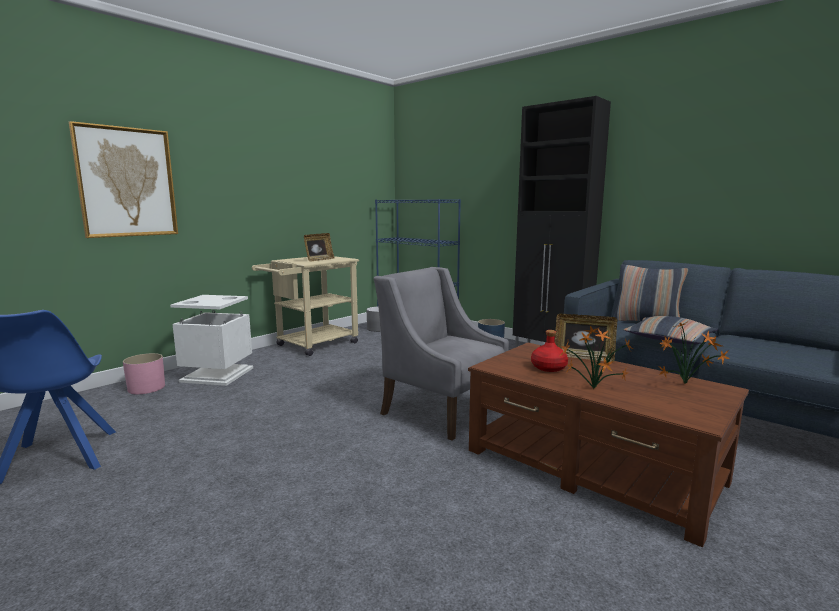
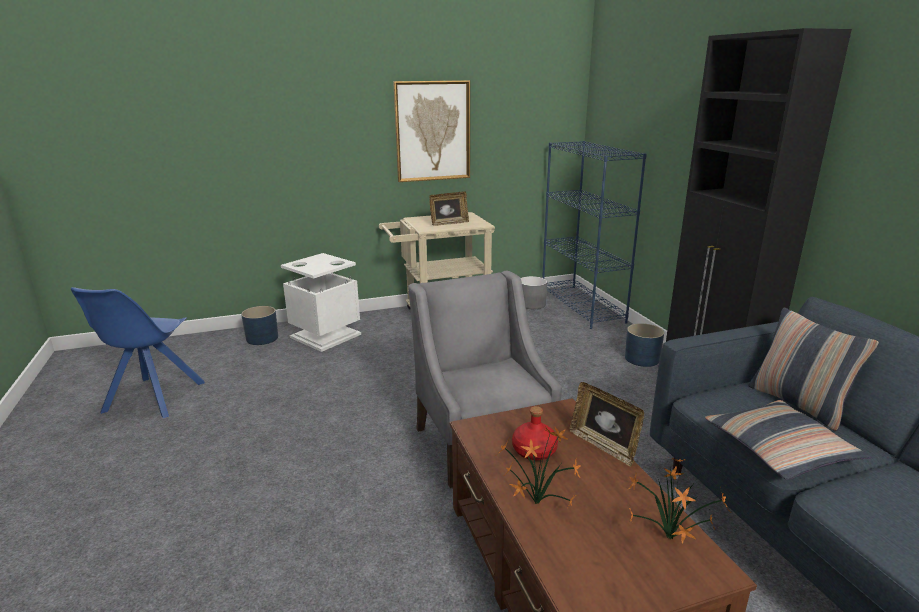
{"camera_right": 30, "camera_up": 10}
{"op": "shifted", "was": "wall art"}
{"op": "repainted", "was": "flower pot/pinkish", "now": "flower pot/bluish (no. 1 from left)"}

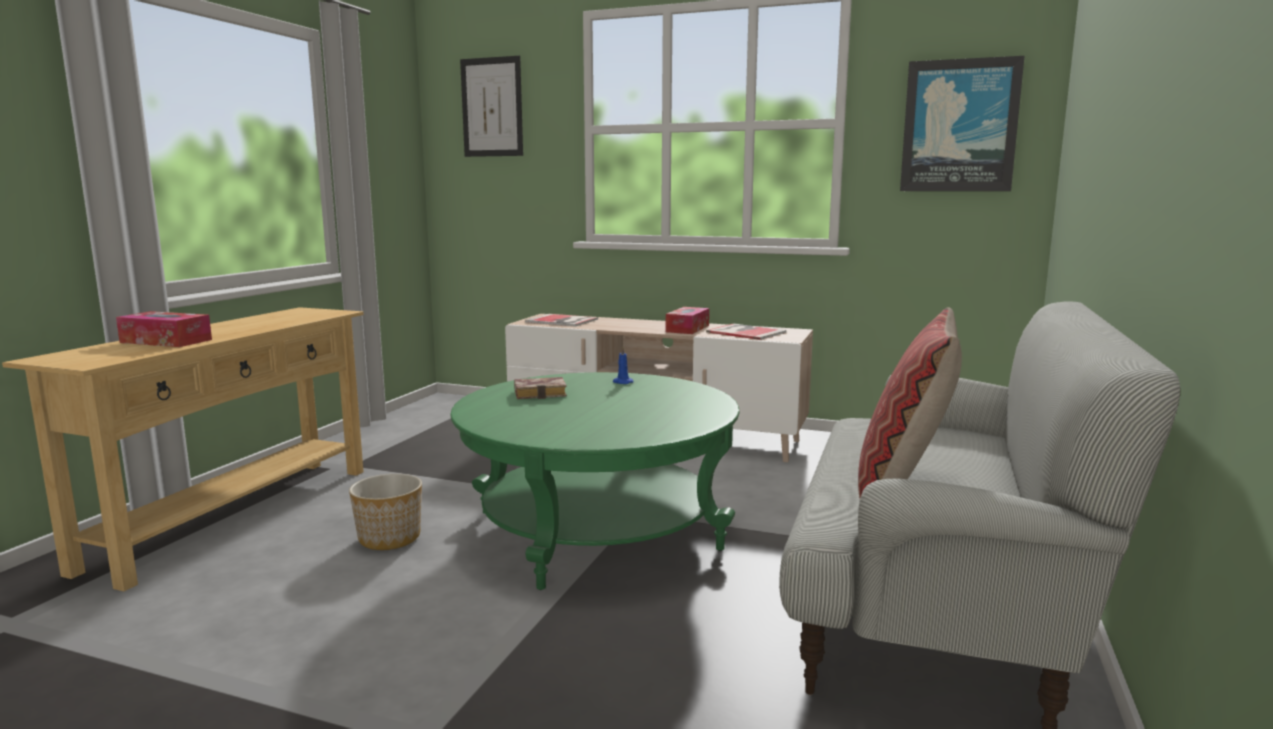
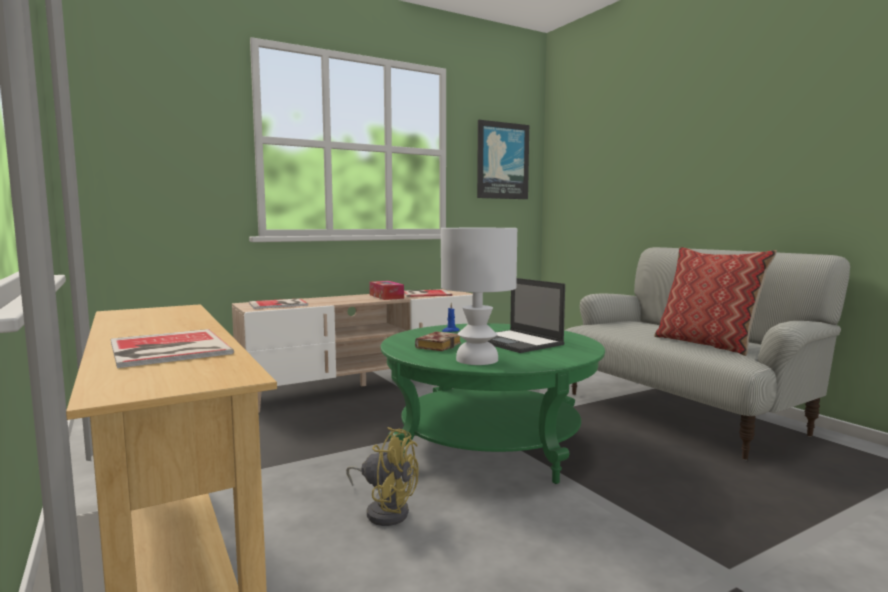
{"camera_right": -50, "camera_up": -5}
{"op": "gone", "was": "wall art (no. 1 from left)"}
{"op": "new", "now": "tabletop lamp/white-coloured"}
{"op": "new", "now": "notebook computer"}
{"op": "swapped", "was": "tissue box (no. 1 from left)", "now": "book (no. 1 from left)"}
{"op": "swapped", "was": "flower pot", "now": "fan/yellow"}

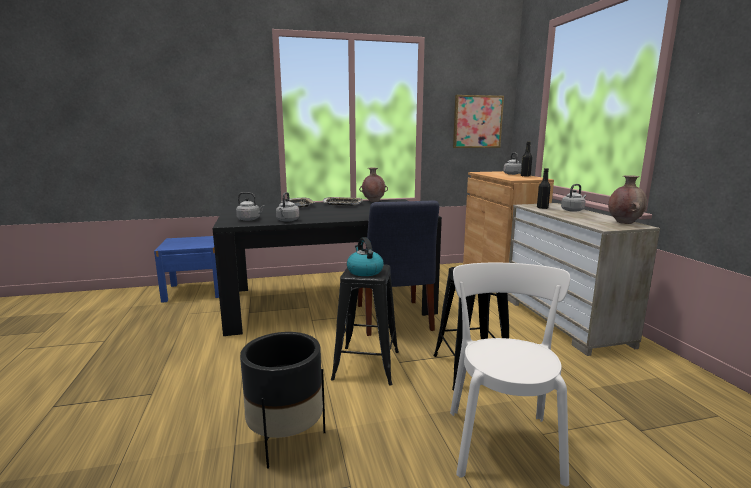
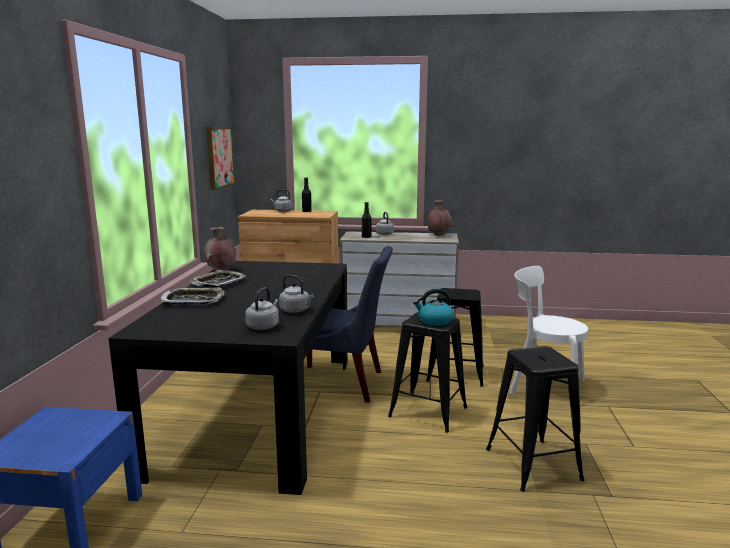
{"camera_right": -70, "camera_up": 0}
{"op": "swapped", "was": "flower pot/blackish", "now": "stool/blackish (no. 3 from left)"}

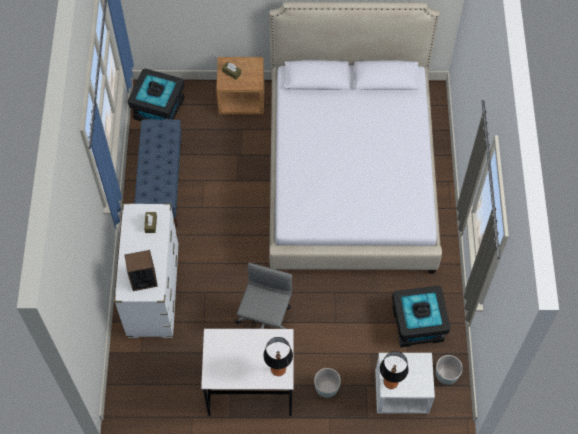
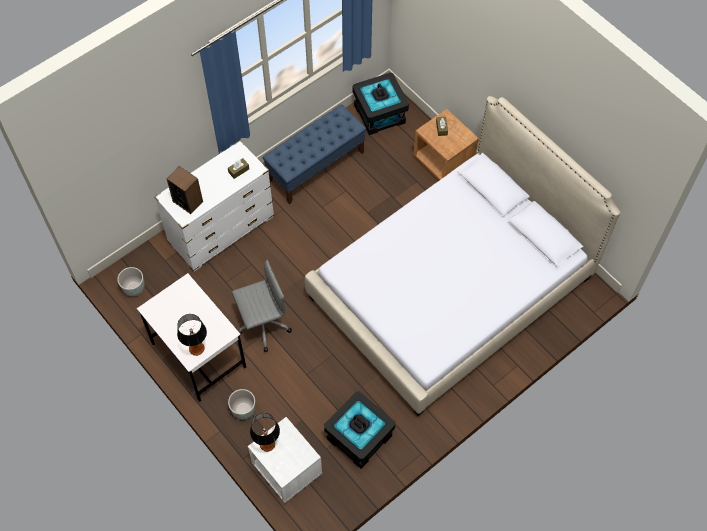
{"camera_right": 50, "camera_up": 0}
{"op": "shifted", "was": "flower pot/gray (no. 2 from left in the first image)", "now": "flower pot/gray (no. 1 from left)"}

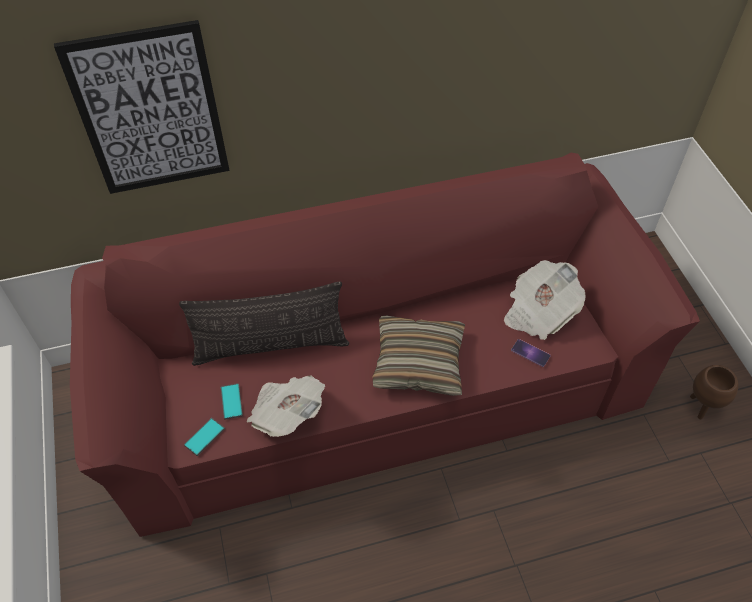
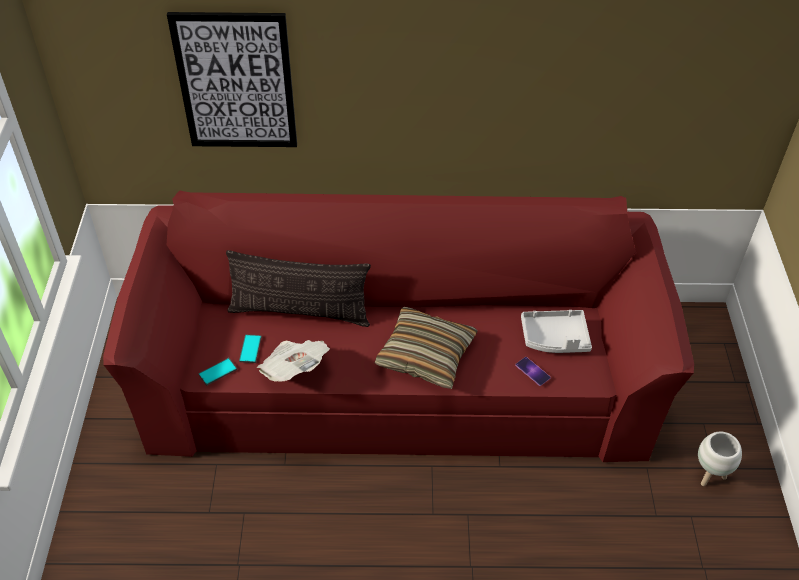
{"camera_right": 15, "camera_up": -5}
{"op": "swapped", "was": "printed paper (no. 2 from left)", "now": "tray/gray"}
{"op": "repainted", "was": "flower pot/brown", "now": "flower pot/white-coloured"}

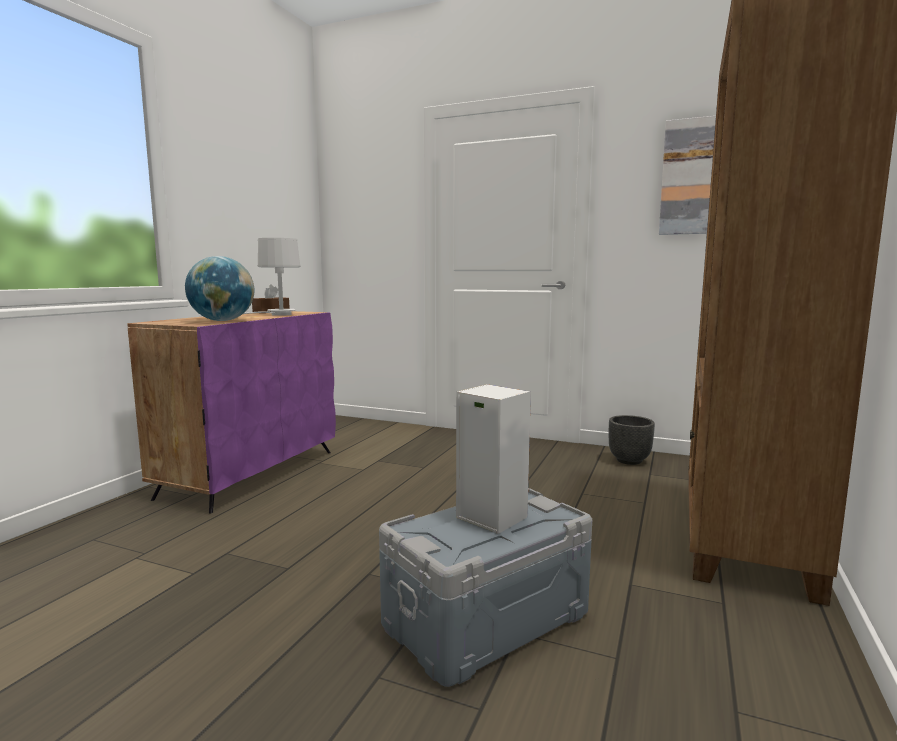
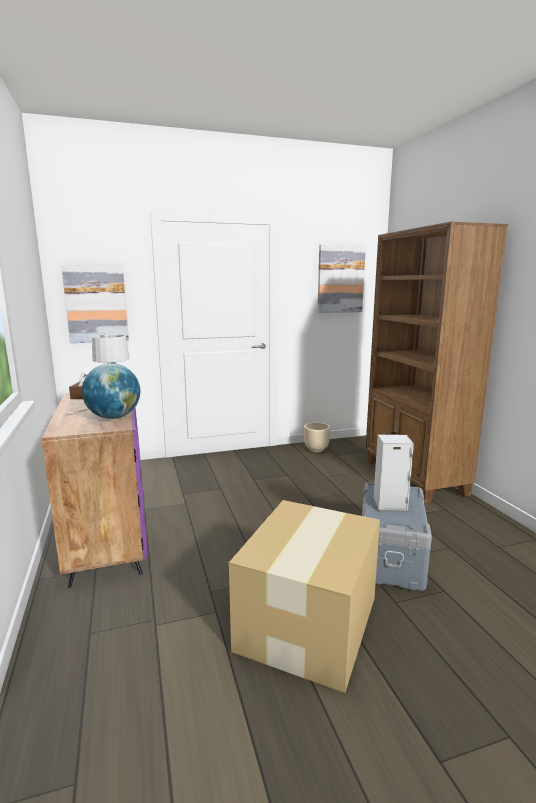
{"camera_right": -40, "camera_up": 5}
{"op": "new", "now": "wall art (no. 1 from left)"}
{"op": "new", "now": "cardboard box"}
{"op": "repainted", "was": "flower pot/blackish", "now": "flower pot/beige"}

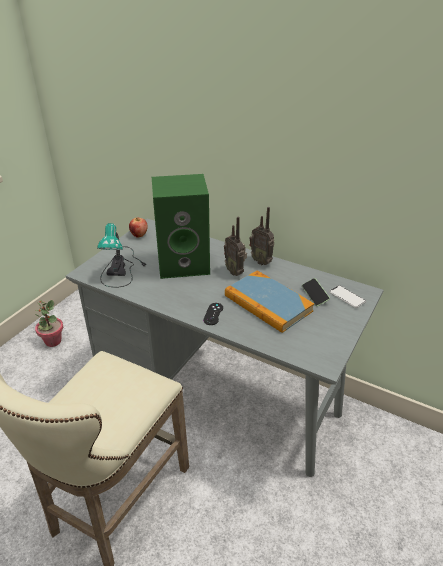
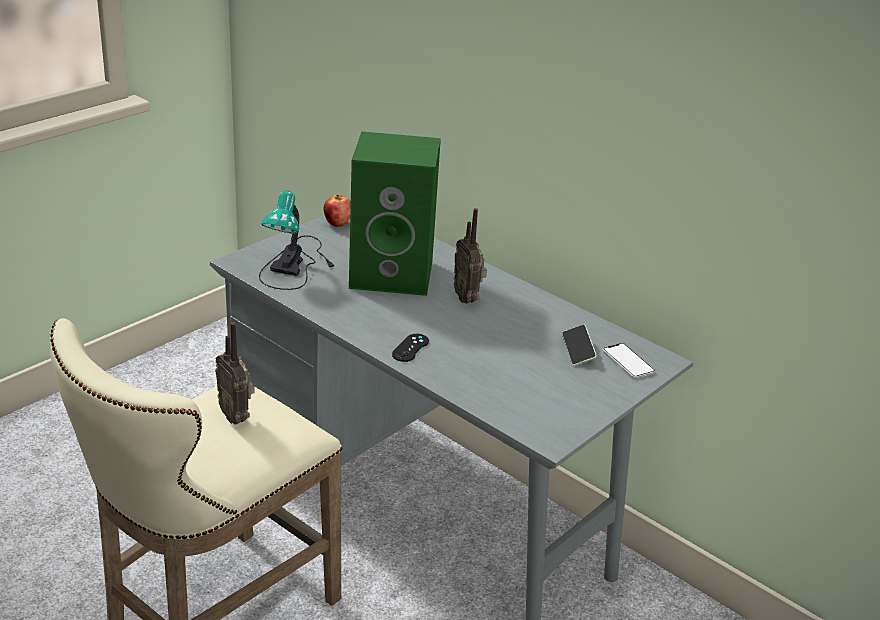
{"camera_right": 10, "camera_up": -5}
{"op": "gone", "was": "plant in a pot"}
{"op": "gone", "was": "book"}
{"op": "shifted", "was": "radio set (no. 2 from left in the first image)", "now": "radio set (no. 1 from left)"}

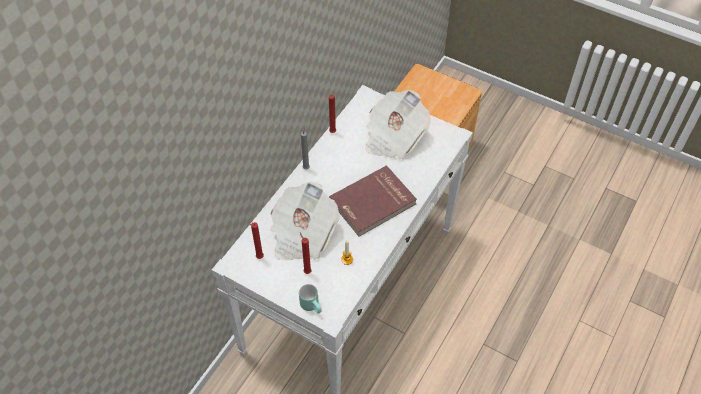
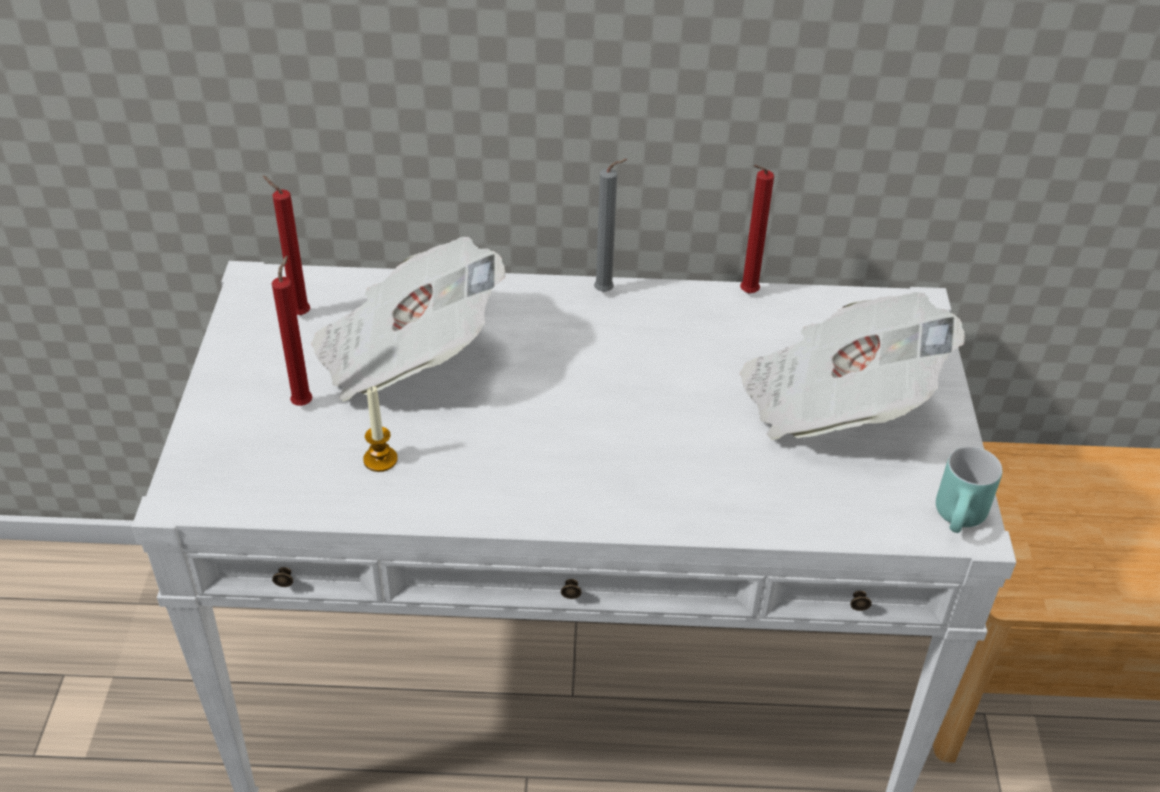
{"camera_right": 60, "camera_up": -10}
{"op": "gone", "was": "book/reddish"}
{"op": "shifted", "was": "coffee mug/turquoise"}

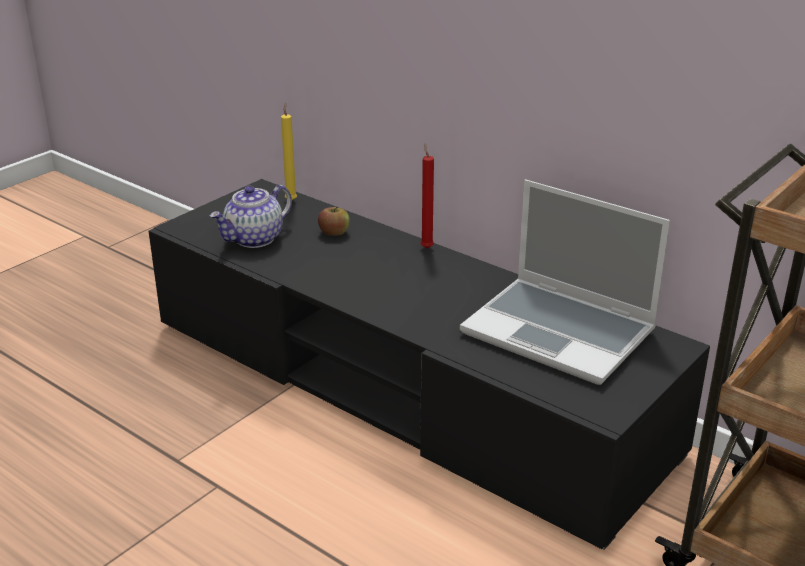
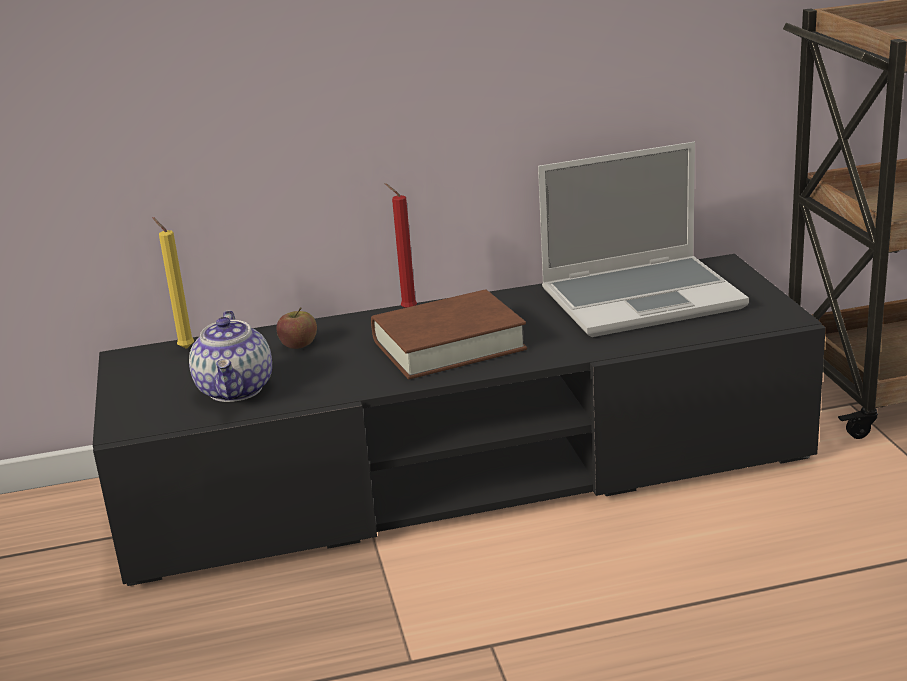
{"camera_right": -50, "camera_up": -5}
{"op": "new", "now": "book/brown"}

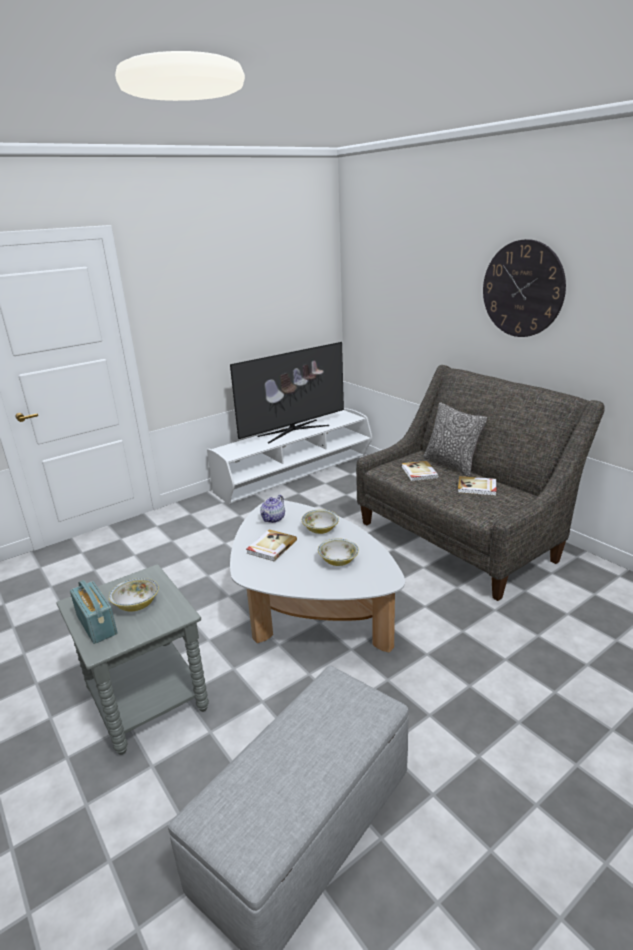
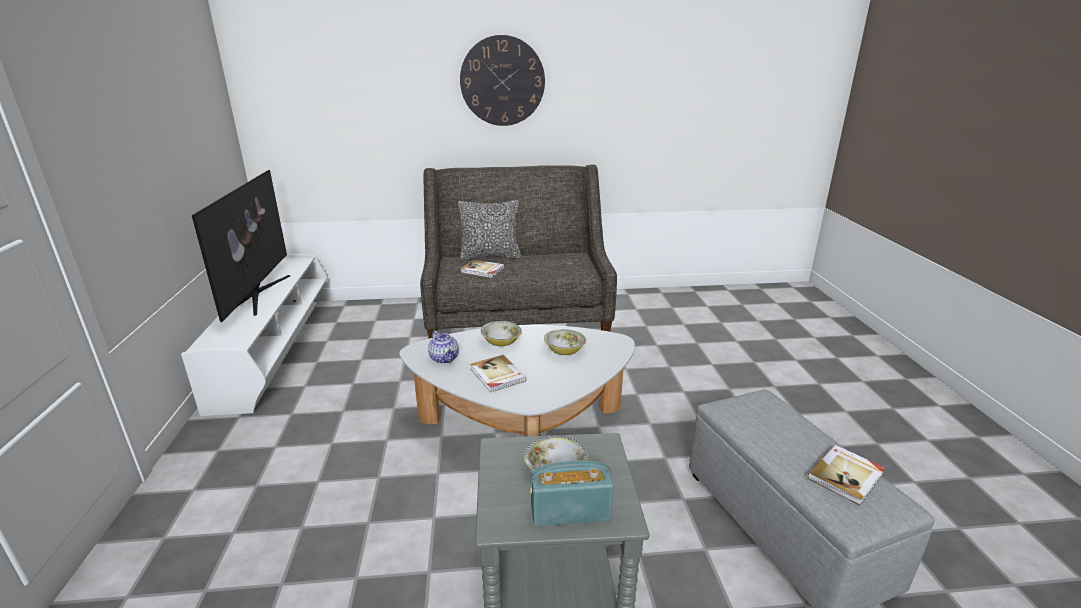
{"camera_right": -60, "camera_up": 0}
{"op": "shifted", "was": "book (no. 3 from left)"}

